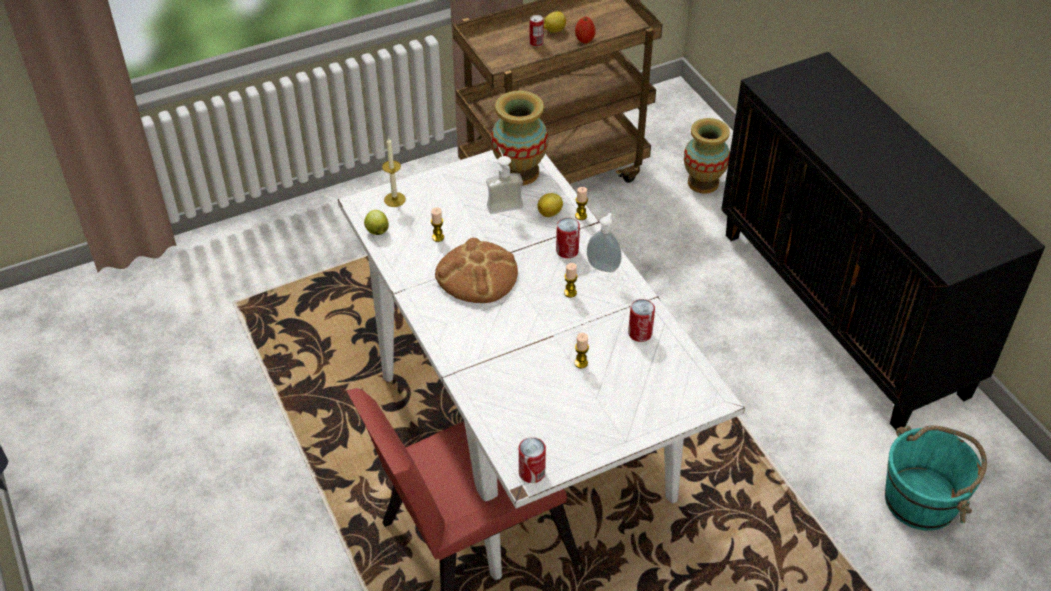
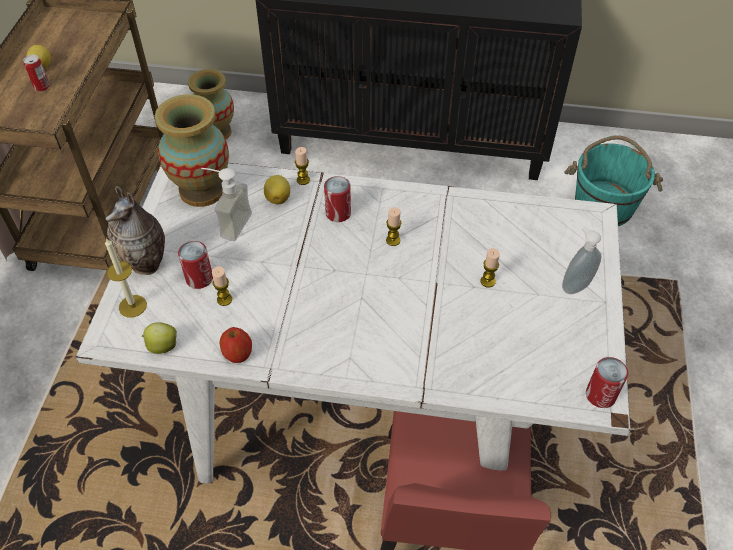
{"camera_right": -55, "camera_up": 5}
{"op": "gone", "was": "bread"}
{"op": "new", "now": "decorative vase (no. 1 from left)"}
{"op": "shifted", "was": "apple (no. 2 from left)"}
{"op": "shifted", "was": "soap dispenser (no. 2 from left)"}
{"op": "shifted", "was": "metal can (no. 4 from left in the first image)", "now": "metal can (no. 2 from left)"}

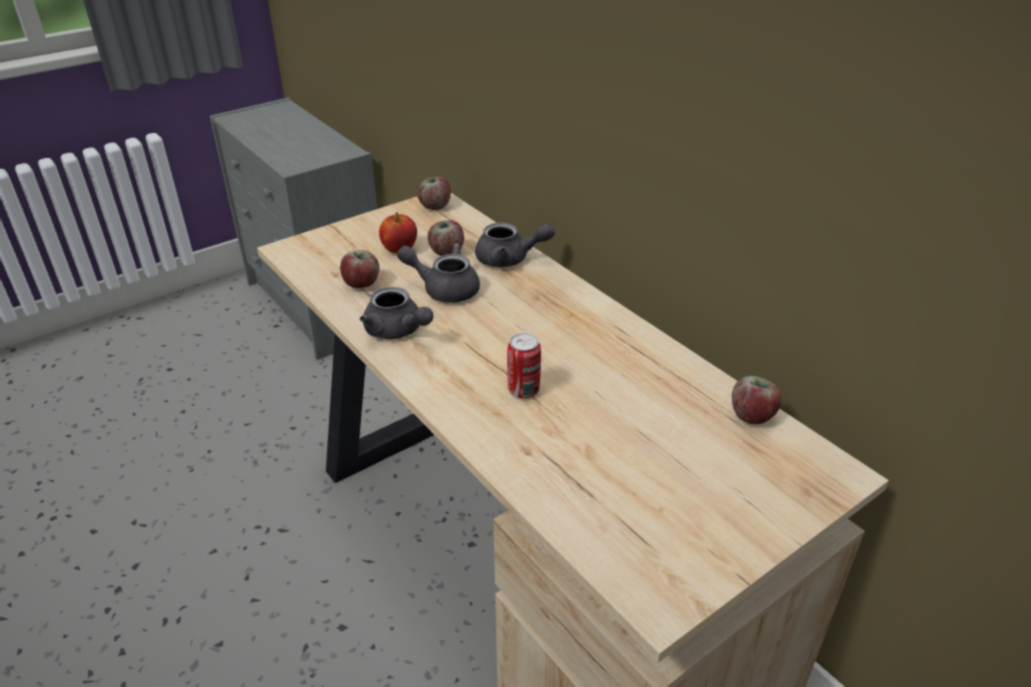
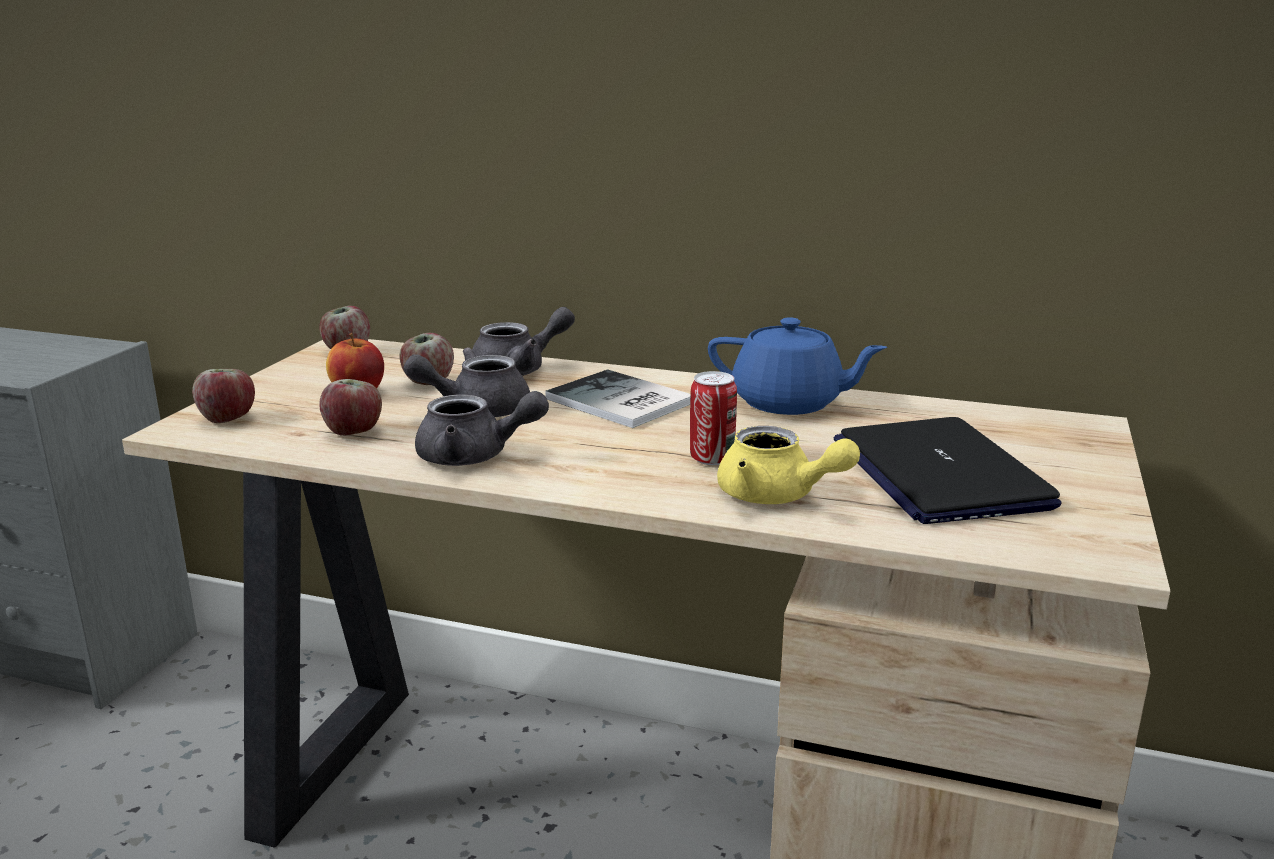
{"camera_right": -35, "camera_up": -15}
{"op": "new", "now": "book"}
{"op": "new", "now": "tea pot/bluish"}
{"op": "new", "now": "tea pot/yellow"}
{"op": "new", "now": "notebook computer"}
{"op": "shifted", "was": "apple (no. 5 from left in the first image)", "now": "apple (no. 1 from left)"}

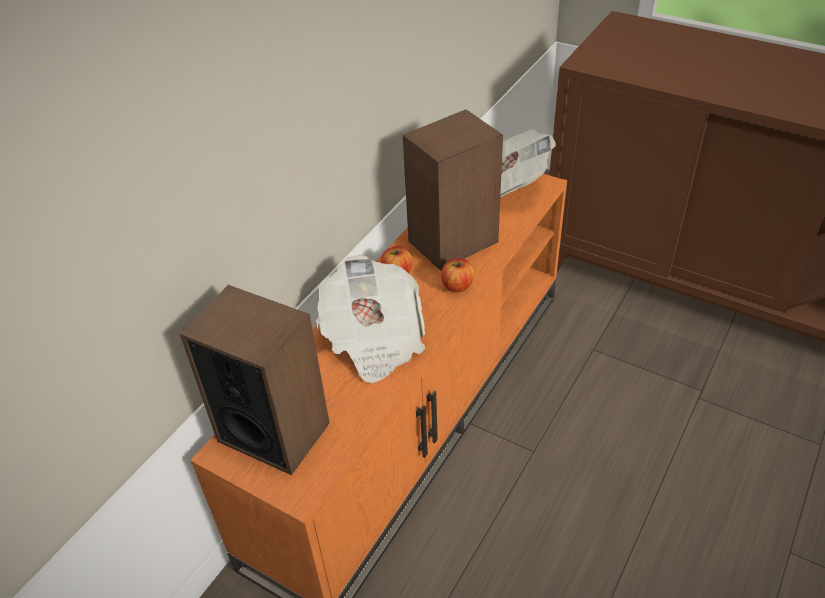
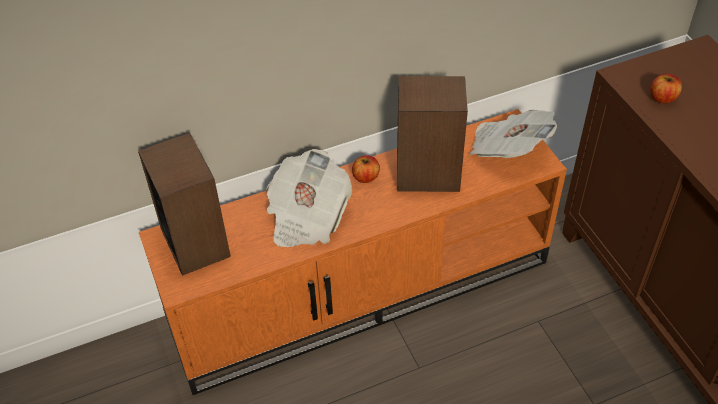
{"camera_right": 35, "camera_up": 5}
{"op": "shifted", "was": "apple (no. 2 from left)"}

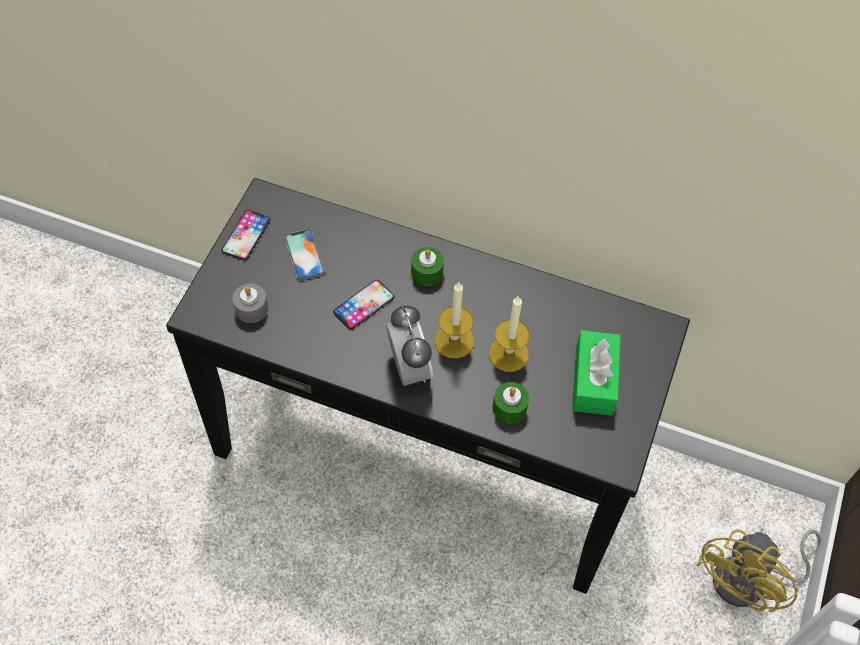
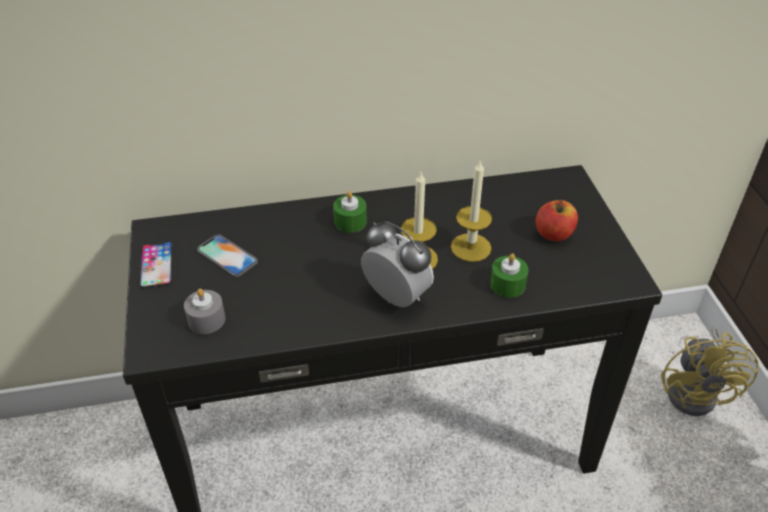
{"camera_right": -30, "camera_up": -15}
{"op": "gone", "was": "phone (no. 3 from left)"}
{"op": "swapped", "was": "tissue box/green-coloured", "now": "apple"}

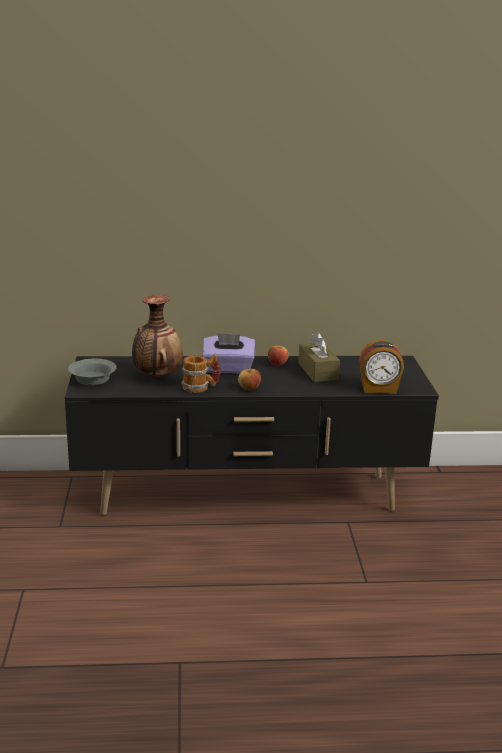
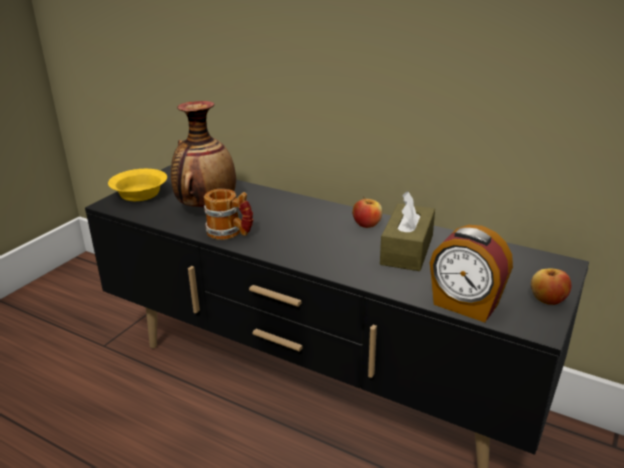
{"camera_right": 35, "camera_up": 5}
{"op": "gone", "was": "tissue box/purple-coloured"}
{"op": "shifted", "was": "apple (no. 1 from left in the first image)", "now": "apple (no. 2 from left)"}
{"op": "repainted", "was": "serving bowl/gray", "now": "serving bowl/yellow"}

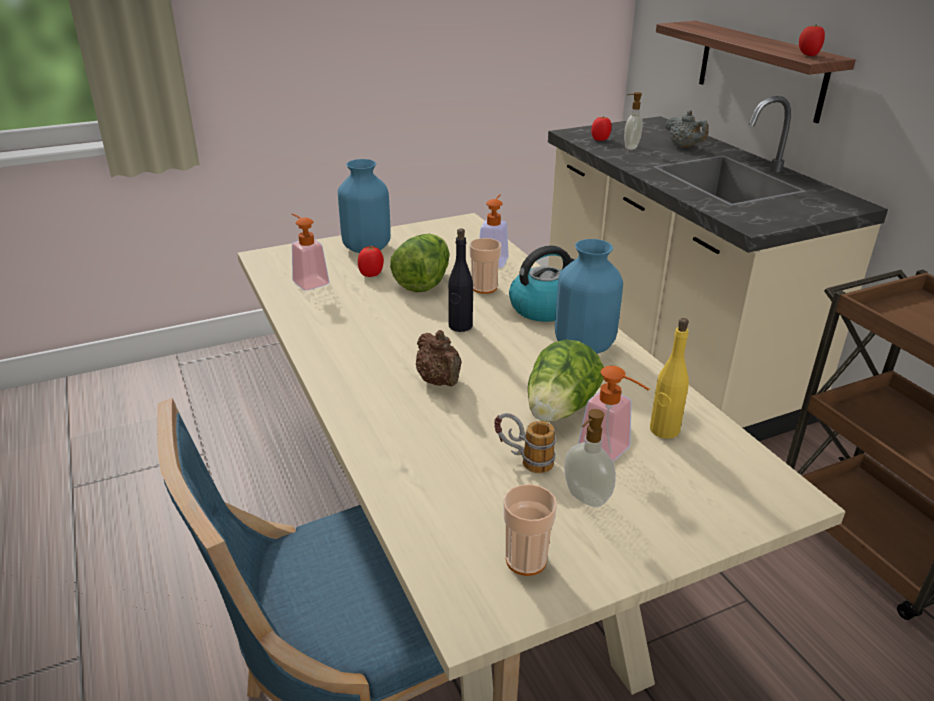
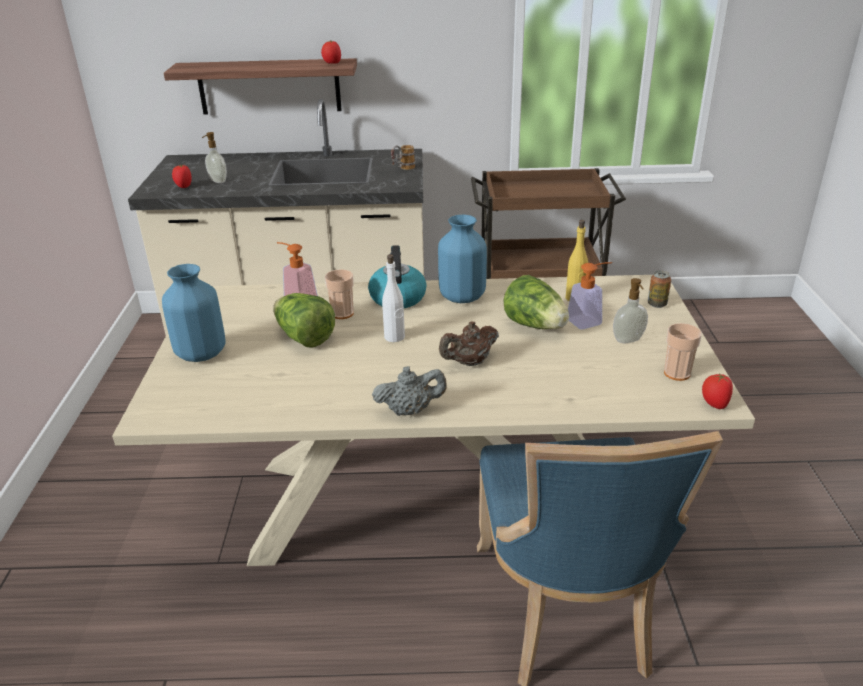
{"camera_right": -65, "camera_up": 0}
{"op": "gone", "was": "soap dispenser (no. 1 from left)"}
{"op": "new", "now": "metal can"}
{"op": "shifted", "was": "tomato (no. 1 from left in the first image)", "now": "tomato (no. 3 from left)"}
{"op": "shifted", "was": "coffee mug"}
{"op": "shifted", "was": "tea pot/gray"}
{"op": "repainted", "was": "bottle/blackish", "now": "bottle/white-coloured"}
{"op": "rotated", "was": "tea pot/brown", "clockwise": 150}

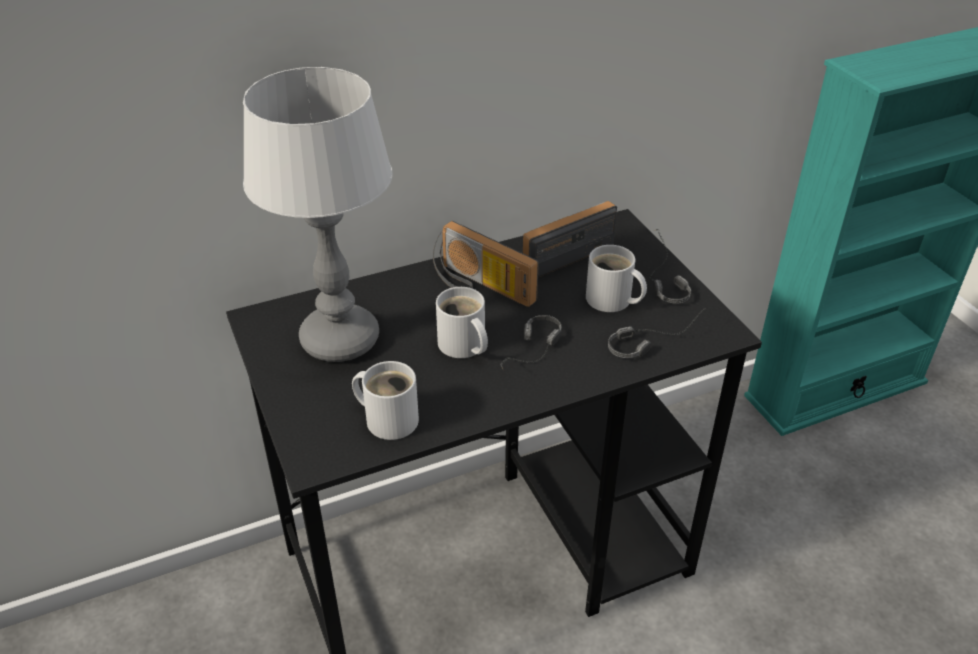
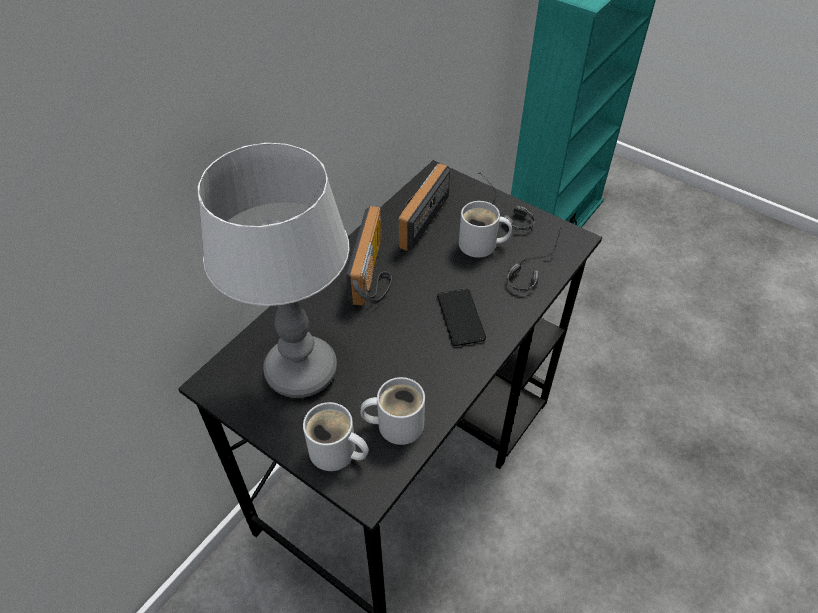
{"camera_right": -30, "camera_up": 10}
{"op": "shifted", "was": "coffee mug/white-coloured (no. 2 from left in the first image)", "now": "coffee mug/white-coloured (no. 1 from left)"}
{"op": "swapped", "was": "headset (no. 1 from left)", "now": "phone"}
{"op": "rotated", "was": "radio set (no. 1 from left)", "clockwise": -90}

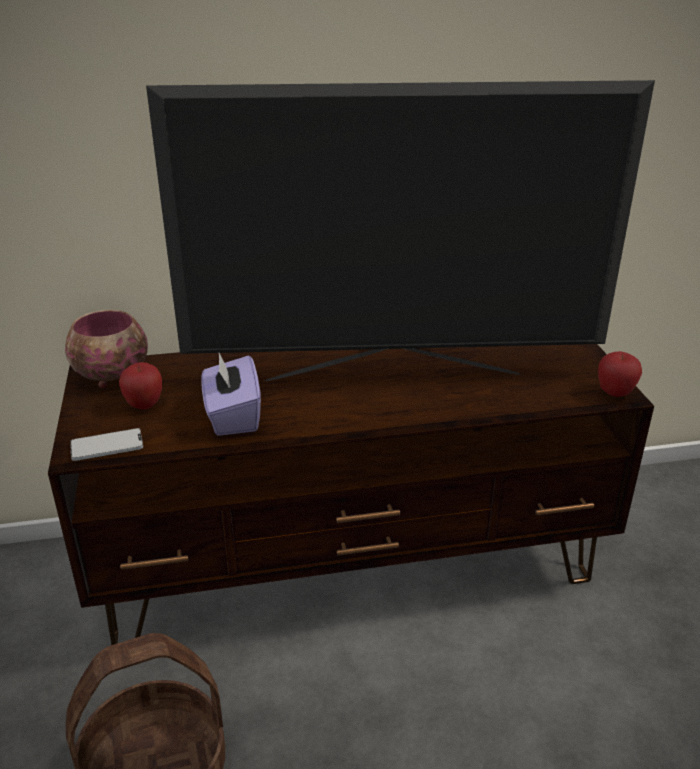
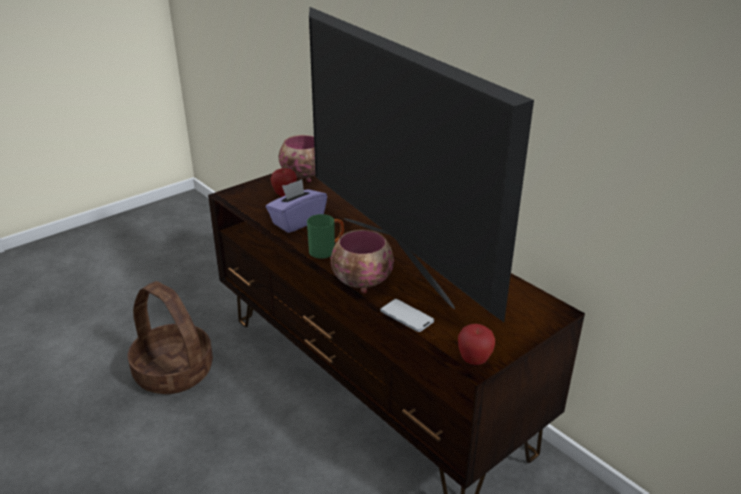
{"camera_right": 60, "camera_up": 0}
{"op": "new", "now": "coffee mug/green-coloured"}
{"op": "new", "now": "serving bowl (no. 2 from left)"}
{"op": "shifted", "was": "phone"}

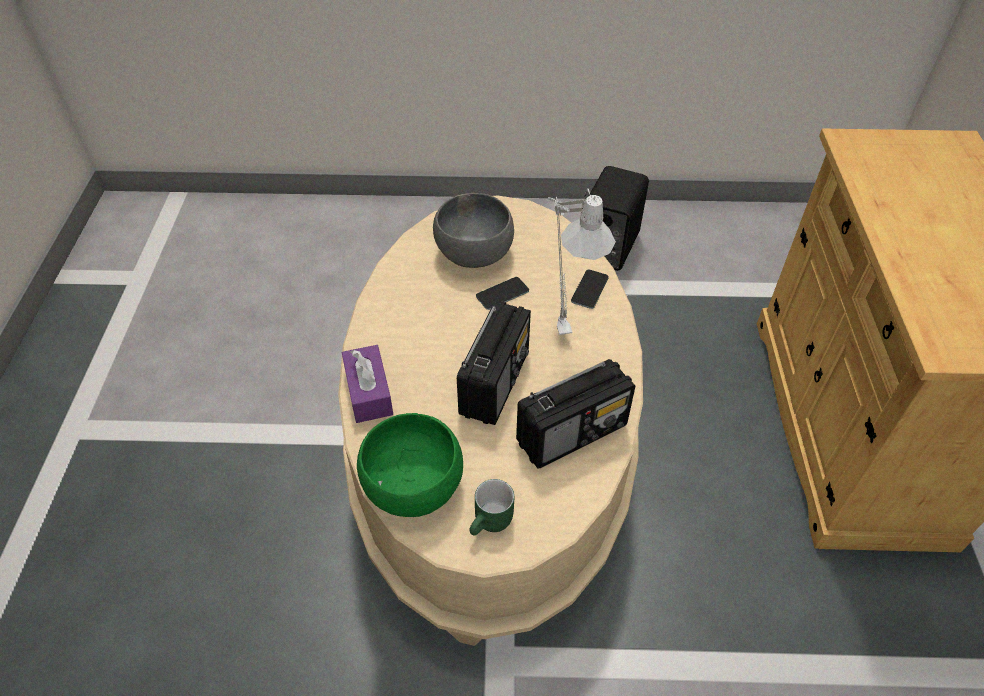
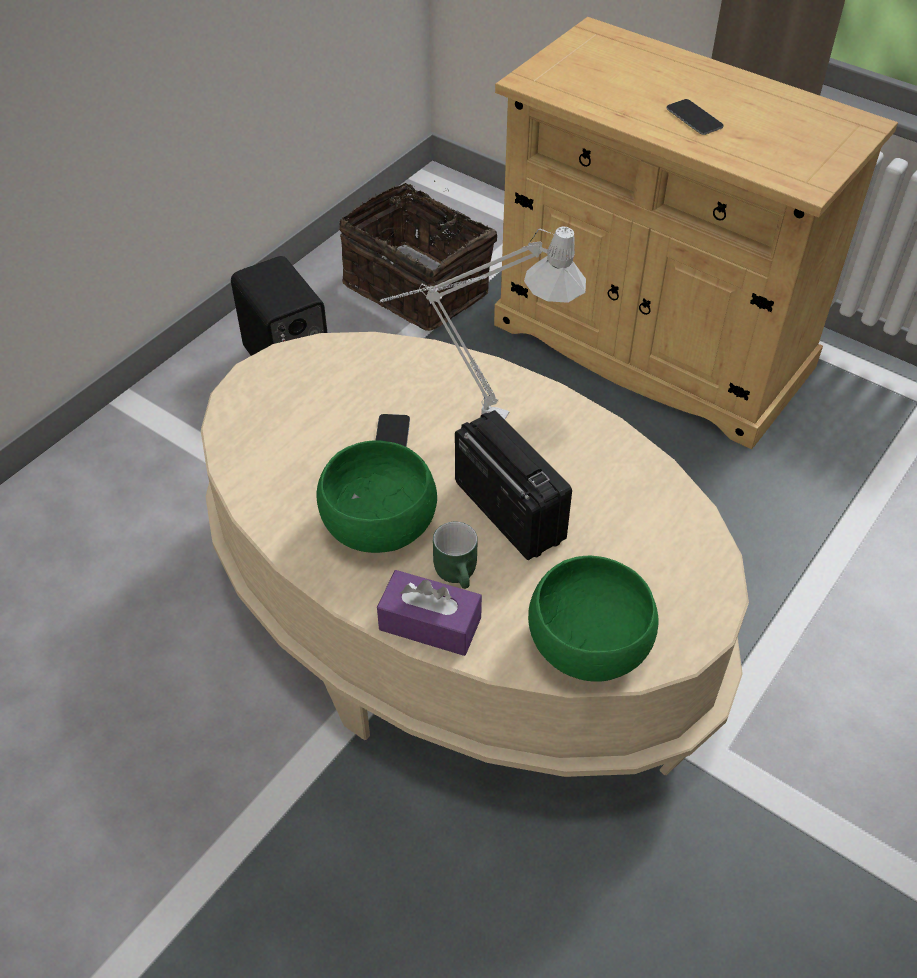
{"camera_right": -55, "camera_up": 0}
{"op": "gone", "was": "serving bowl/gray"}
{"op": "gone", "was": "radio set (no. 2 from left)"}
{"op": "new", "now": "serving bowl/green-coloured (no. 1 from left)"}
{"op": "new", "now": "household basket"}
{"op": "shifted", "was": "coffee mug/green-coloured"}
{"op": "shifted", "was": "phone (no. 2 from left)"}

